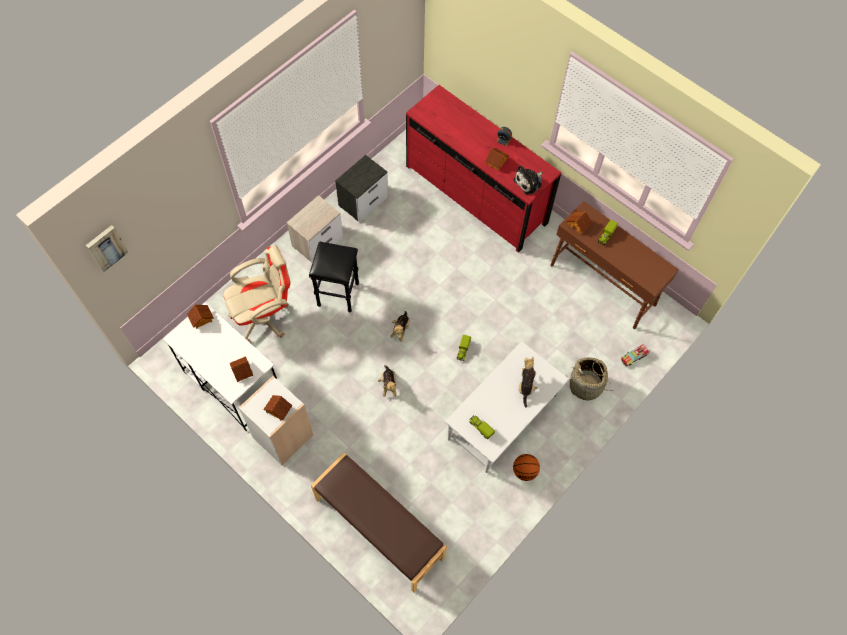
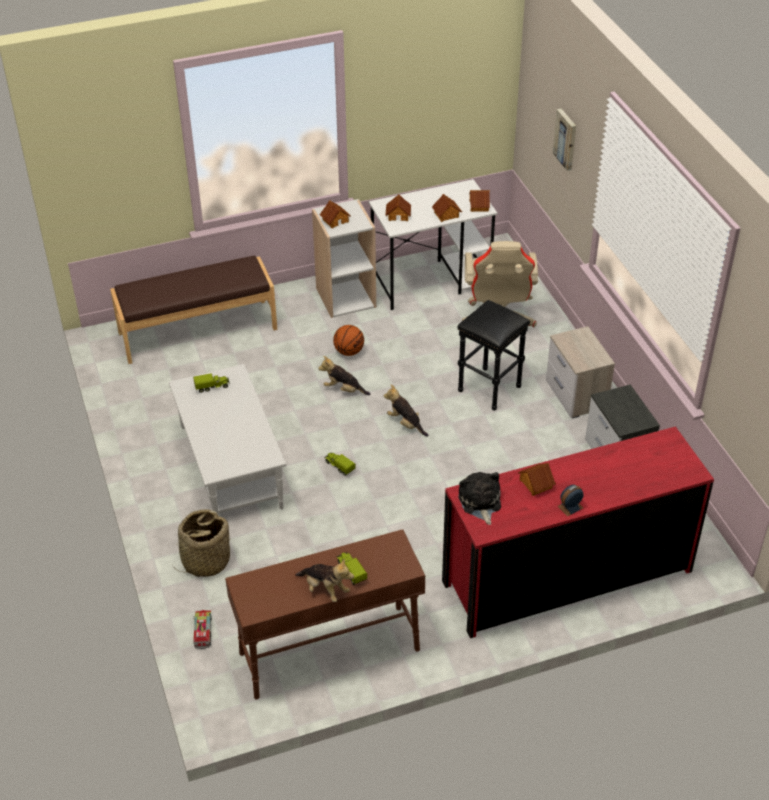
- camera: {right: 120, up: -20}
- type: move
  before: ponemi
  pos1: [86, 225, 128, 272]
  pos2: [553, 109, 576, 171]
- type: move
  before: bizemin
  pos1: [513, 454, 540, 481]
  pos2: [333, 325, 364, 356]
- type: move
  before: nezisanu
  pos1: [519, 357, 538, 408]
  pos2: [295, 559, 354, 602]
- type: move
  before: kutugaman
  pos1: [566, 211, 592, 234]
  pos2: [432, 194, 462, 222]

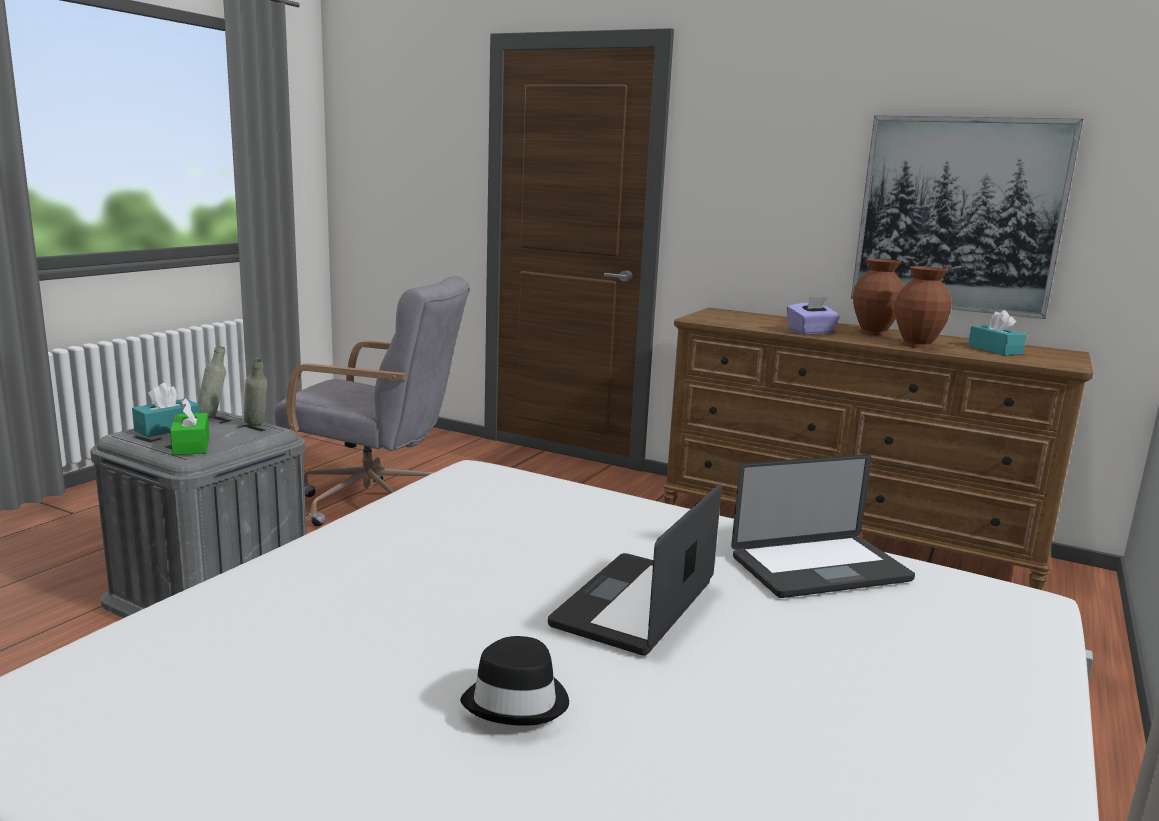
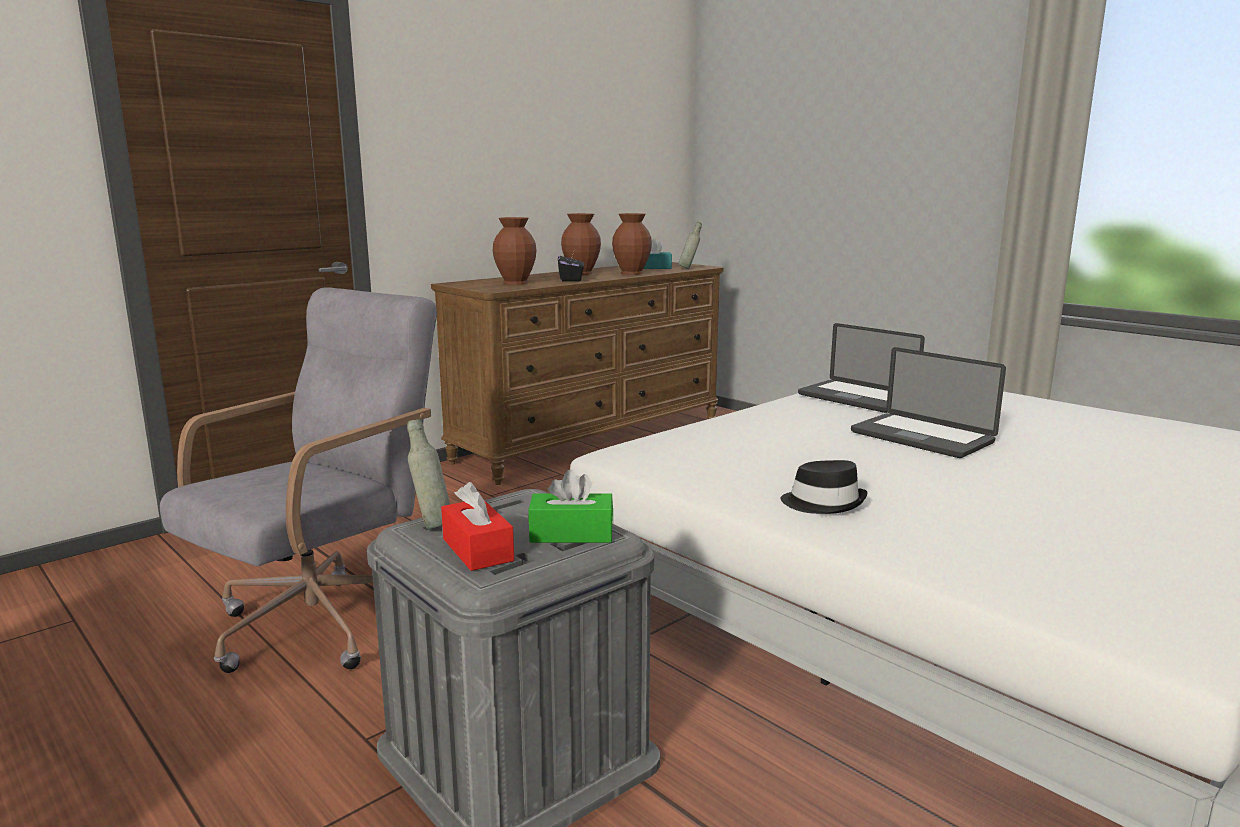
- camera: {right: -70, up: 0}
- type: recolor
  before: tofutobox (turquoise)
  after: tofutobox (red)
  pos1: [132, 383, 200, 437]
  pos2: [441, 482, 514, 571]
- type: move
  before: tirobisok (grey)
  pos1: [244, 358, 267, 426]
  pos2: [678, 222, 702, 269]
- type: move
  before: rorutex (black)
  pos1: [460, 636, 569, 726]
  pos2: [781, 460, 868, 514]
- type: rotate
  before: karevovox
  pos1: [731, 454, 915, 598]
  pos2: [798, 323, 925, 413]
  turn: 135
- type: recolor
  before: tofutobox (purple)
  after: tofutobox (black)
  pos1: [787, 297, 840, 335]
  pos2: [558, 249, 584, 282]
- type: delete
  before: ponemi
  pos1: [851, 115, 1083, 319]
- type: insert
  after: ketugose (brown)
  pos2: [493, 217, 537, 285]

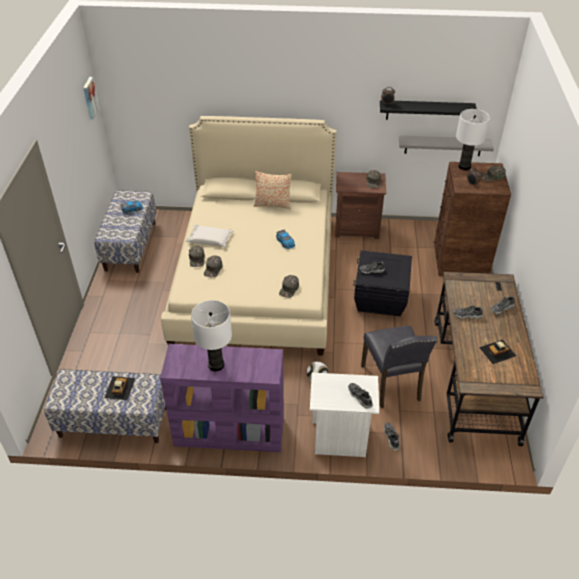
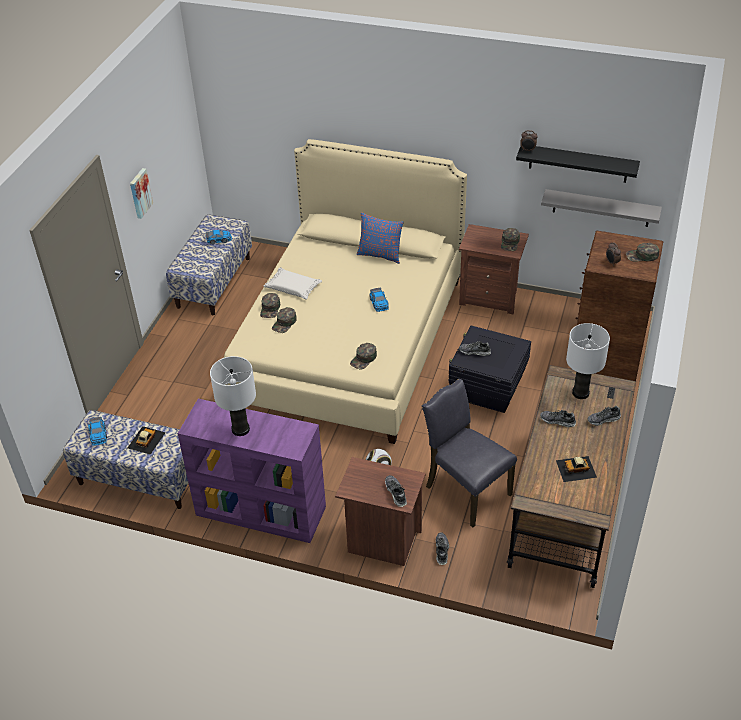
- camera: {right: 15, up: 0}
- type: move
  before: ponemi
  pos1: [83, 77, 99, 119]
  pos2: [130, 168, 153, 219]
- type: recolor
  before: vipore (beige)
  after: vipore (blue)
  pos1: [254, 171, 292, 209]
  pos2: [357, 212, 404, 264]
- type: recolor
  before: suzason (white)
  after: suzason (brown)
  pos1: [310, 373, 379, 457]
  pos2: [335, 457, 426, 566]
- type: rotate
  before: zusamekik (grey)
  pos1: [361, 326, 437, 408]
  pos2: [422, 379, 517, 527]
  turn: 135
- type: move
  before: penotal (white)
  pos1: [456, 109, 490, 170]
  pos2: [566, 323, 610, 399]
- type: insert
  after: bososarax
  pos2: [88, 417, 107, 446]

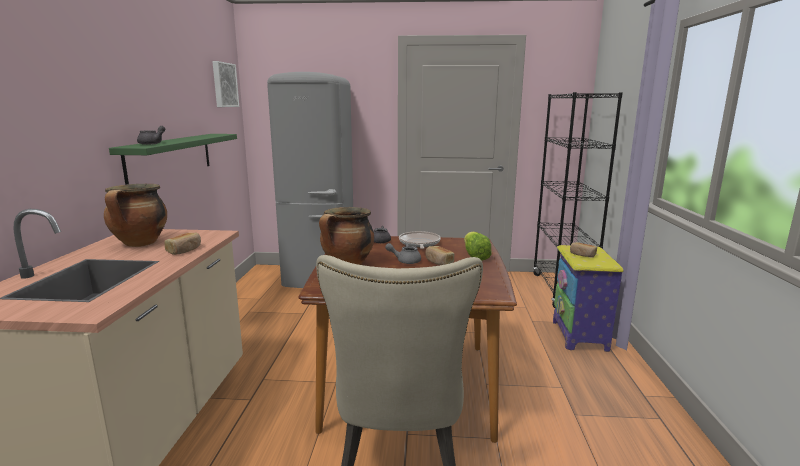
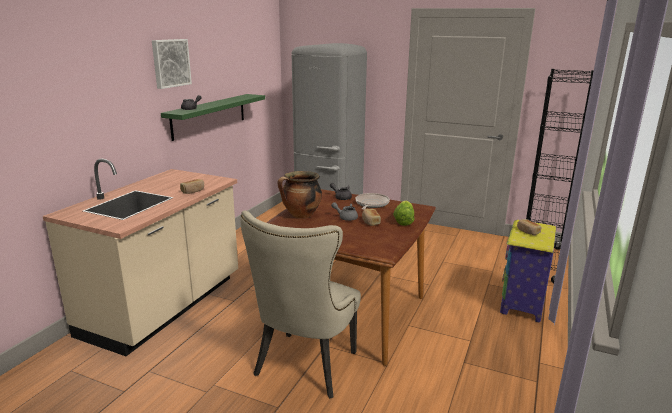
- camera: {right: 20, up: 5}
- type: delete
  before: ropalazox
  pos1: [104, 184, 167, 247]
- type: move
  before: ponemi
  pos1: [212, 61, 239, 107]
  pos2: [152, 39, 192, 89]

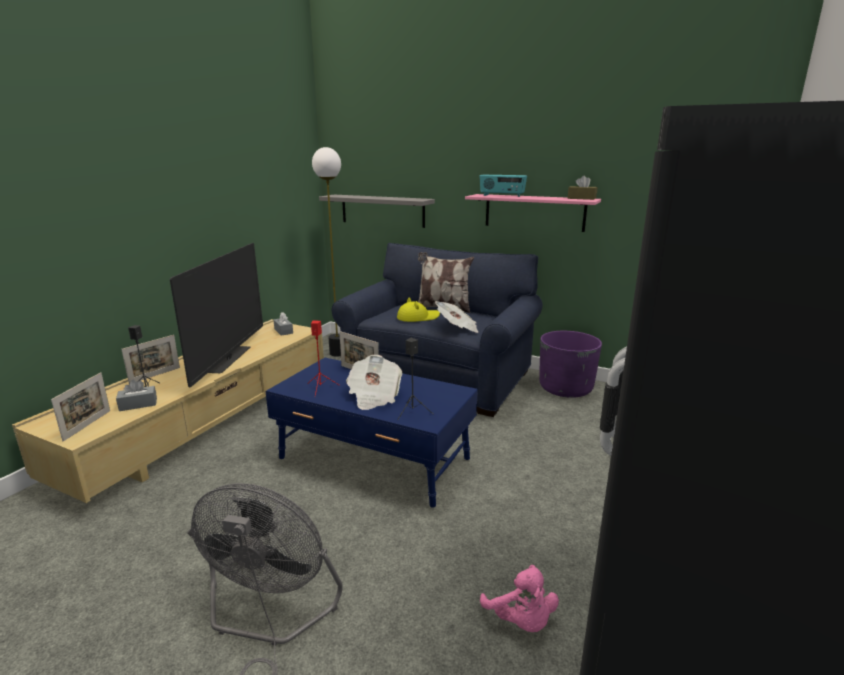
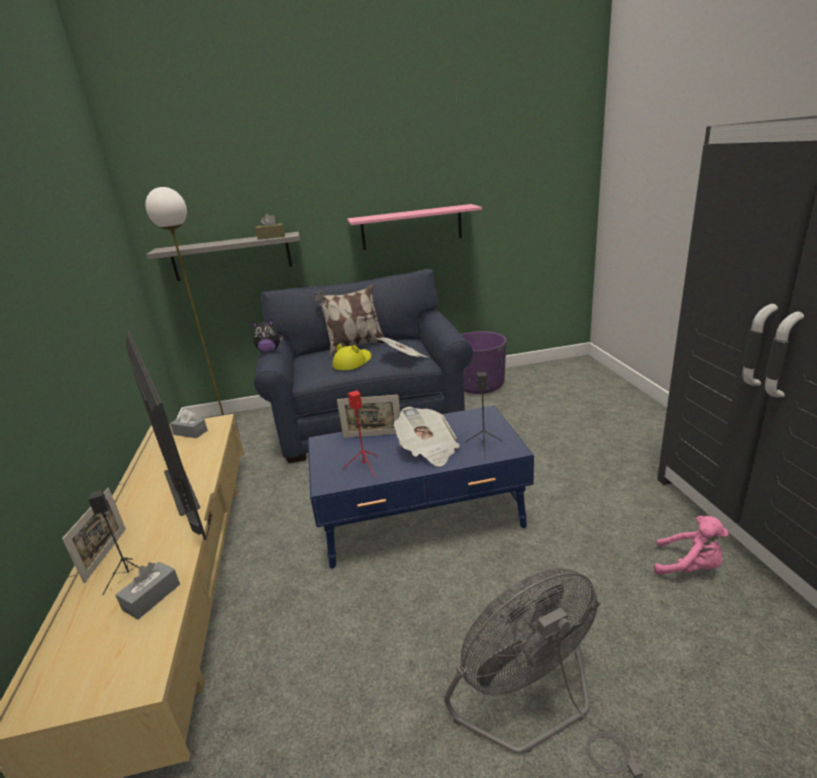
- camera: {right: -35, up: 5}
- type: delete
  before: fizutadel
  pos1: [51, 372, 110, 442]
- type: delete
  before: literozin
  pos1: [480, 175, 527, 197]
- type: move
  before: tofutobox (brown)
  pos1: [568, 176, 597, 200]
  pos2: [255, 214, 285, 240]
- type: insert
  after: nezisanu
  pos2: [252, 320, 283, 353]

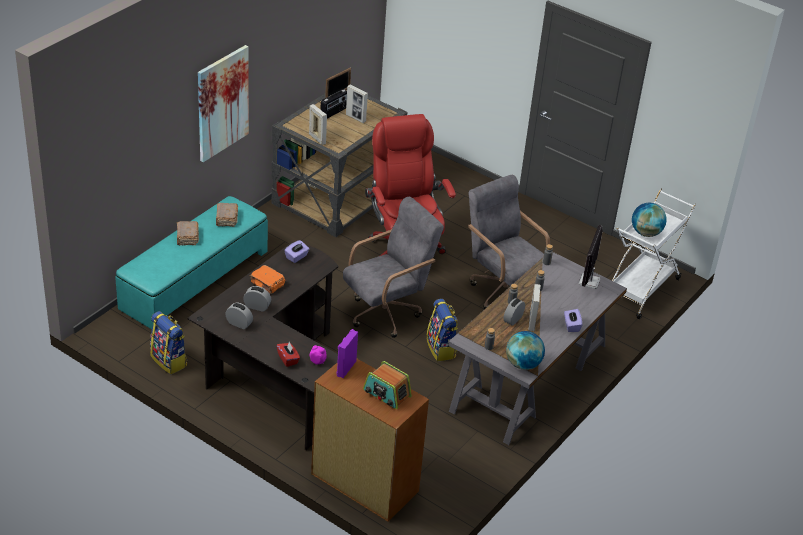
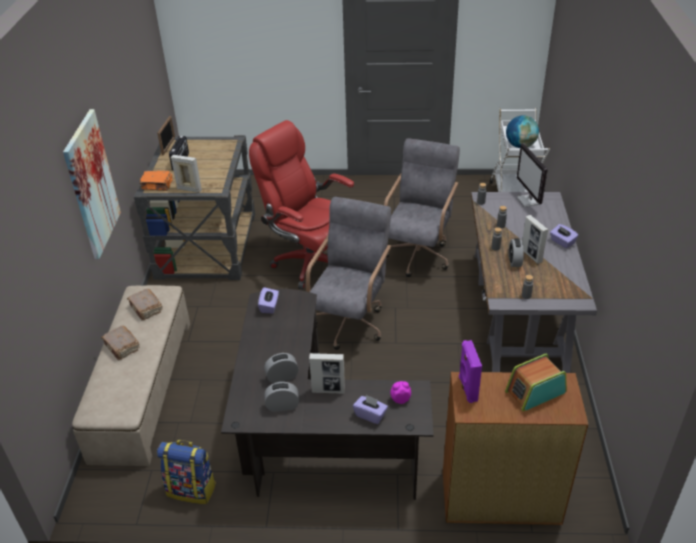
- camera: {right: -30, up: 0}
- type: recolor
  before: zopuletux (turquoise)
  after: zopuletux (beige)
  pos1: [115, 196, 268, 329]
  pos2: [72, 285, 190, 466]
- type: move
  before: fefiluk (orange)
  pos1: [250, 265, 285, 294]
  pos2: [139, 170, 172, 191]
- type: recolor
  before: tofutobox (red)
  after: tofutobox (purple)
  pos1: [277, 342, 300, 367]
  pos2: [353, 395, 388, 424]
- type: move
  before: fizutadel
  pos1: [346, 84, 368, 123]
  pos2: [309, 353, 345, 394]
- type: rotate
  before: literozin
  pos1: [363, 361, 412, 409]
  pos2: [505, 354, 567, 411]
  turn: 150
- type: delete
  before: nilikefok
  pos1: [427, 299, 458, 361]
- type: rotate
  before: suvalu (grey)
  pos1: [468, 175, 550, 309]
  pos2: [384, 138, 460, 277]
  turn: 90
- type: delete
  before: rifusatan
  pos1: [506, 331, 545, 370]

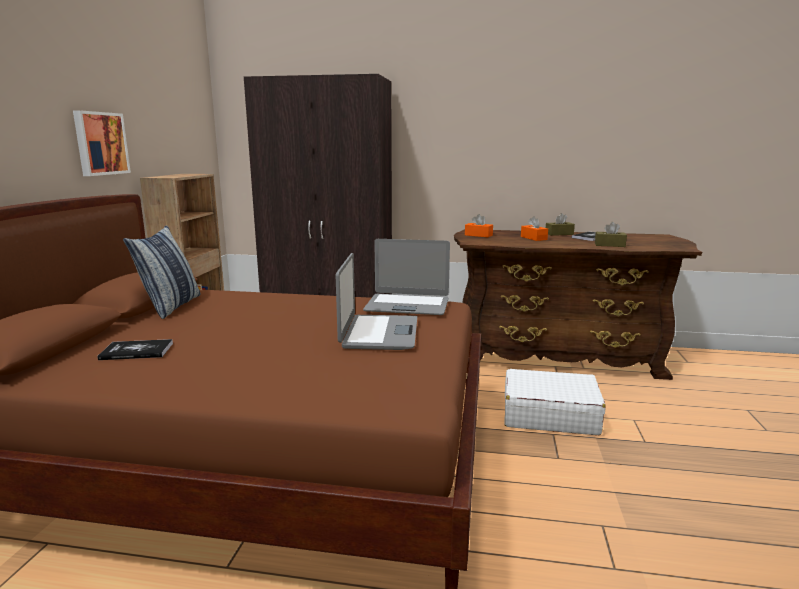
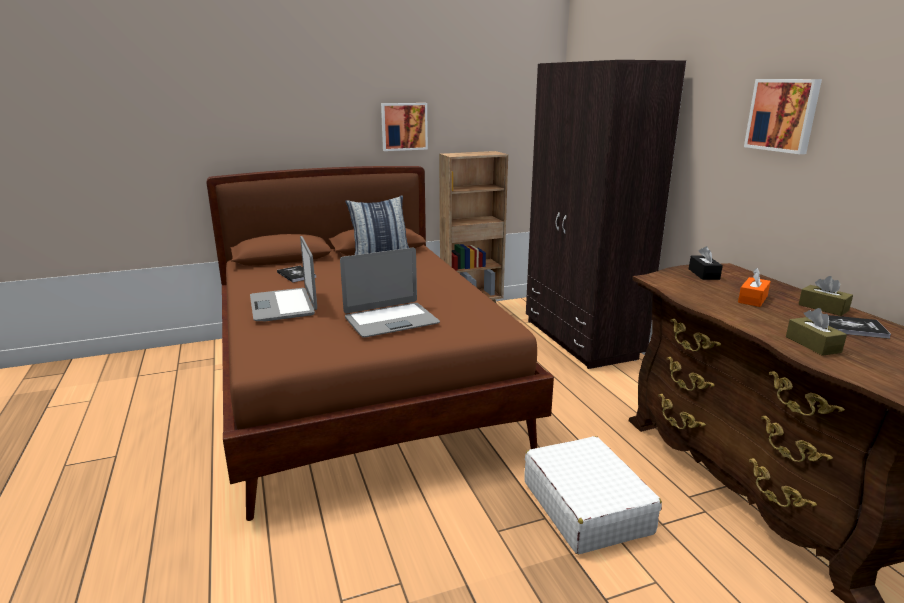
- camera: {right: 60, up: 5}
- type: move
  before: karevovox
  pos1: [363, 239, 450, 315]
  pos2: [250, 236, 317, 321]
- type: recolor
  before: tofutobox (orange)
  after: tofutobox (black)
  pos1: [465, 214, 493, 237]
  pos2: [689, 246, 723, 280]
- type: insert
  after: ponemi
  pos2: [744, 79, 822, 154]

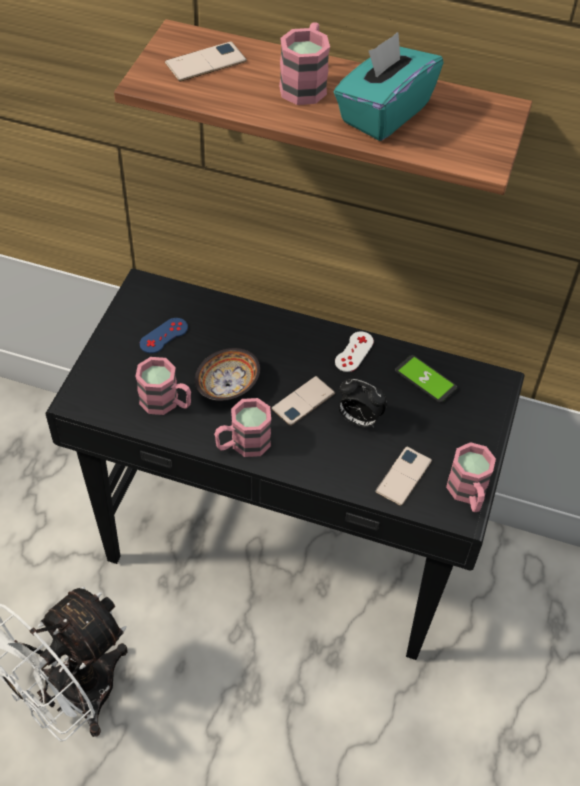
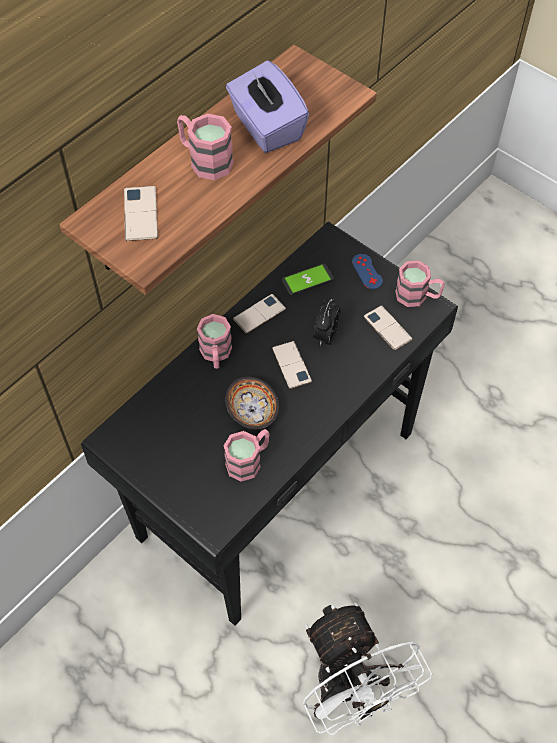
- camera: {right: -65, up: 5}
- type: move
  before: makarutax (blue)
  pos1: [140, 318, 188, 354]
  pos2: [352, 254, 383, 289]
- type: move
  before: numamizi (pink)
  pos1: [214, 398, 271, 457]
  pos2: [197, 314, 232, 369]
- type: recolor
  before: tofutobox (turquoise)
  after: tofutobox (purple)
  pos1: [334, 32, 443, 141]
  pos2: [226, 60, 309, 153]
- type: replace
  before: makarutax (white)
  after: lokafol
  pos1: [335, 331, 374, 372]
  pos2: [233, 294, 286, 334]
- type: rotate
  before: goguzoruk
  pos1: [338, 378, 387, 427]
  pos2: [313, 299, 341, 346]
  turn: 150

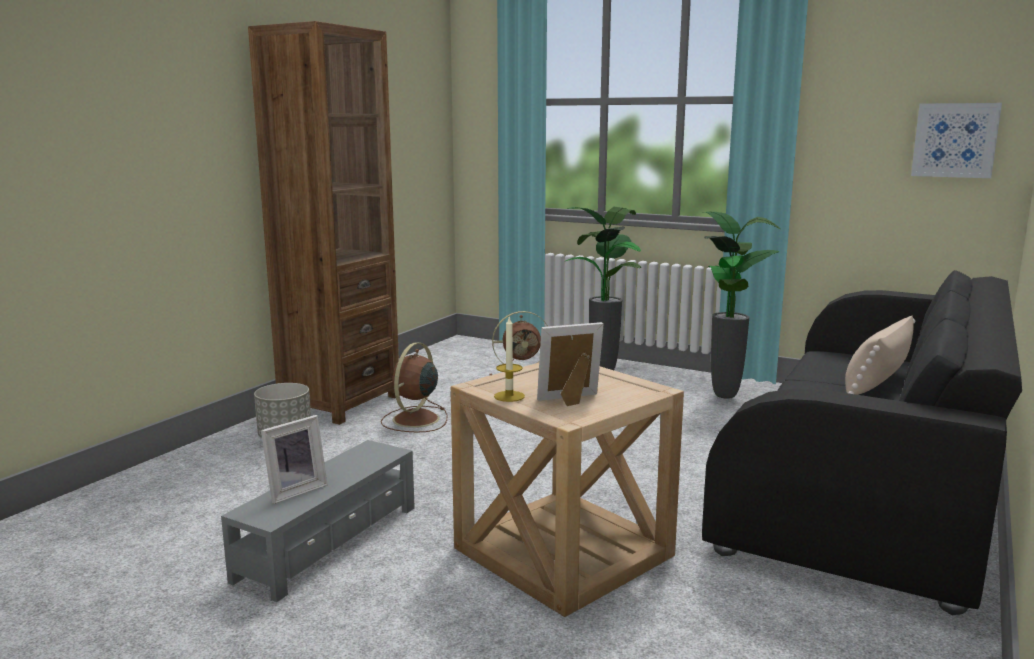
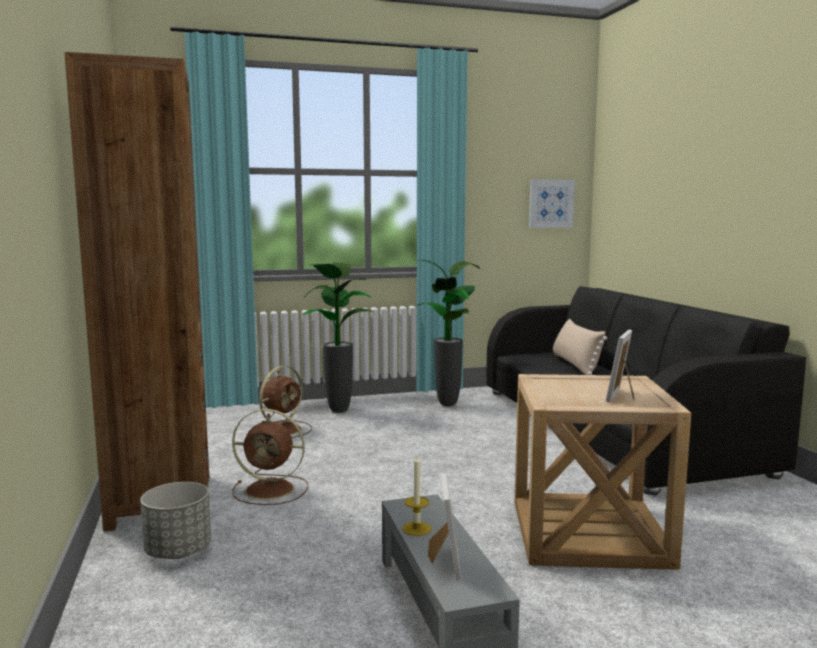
- camera: {right: -45, up: -5}
- type: rotate
  before: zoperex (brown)
  pos1: [381, 342, 447, 432]
  pos2: [232, 409, 308, 505]
  turn: -60
- type: move
  before: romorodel
  pos1: [494, 317, 525, 402]
  pos2: [402, 455, 431, 536]

